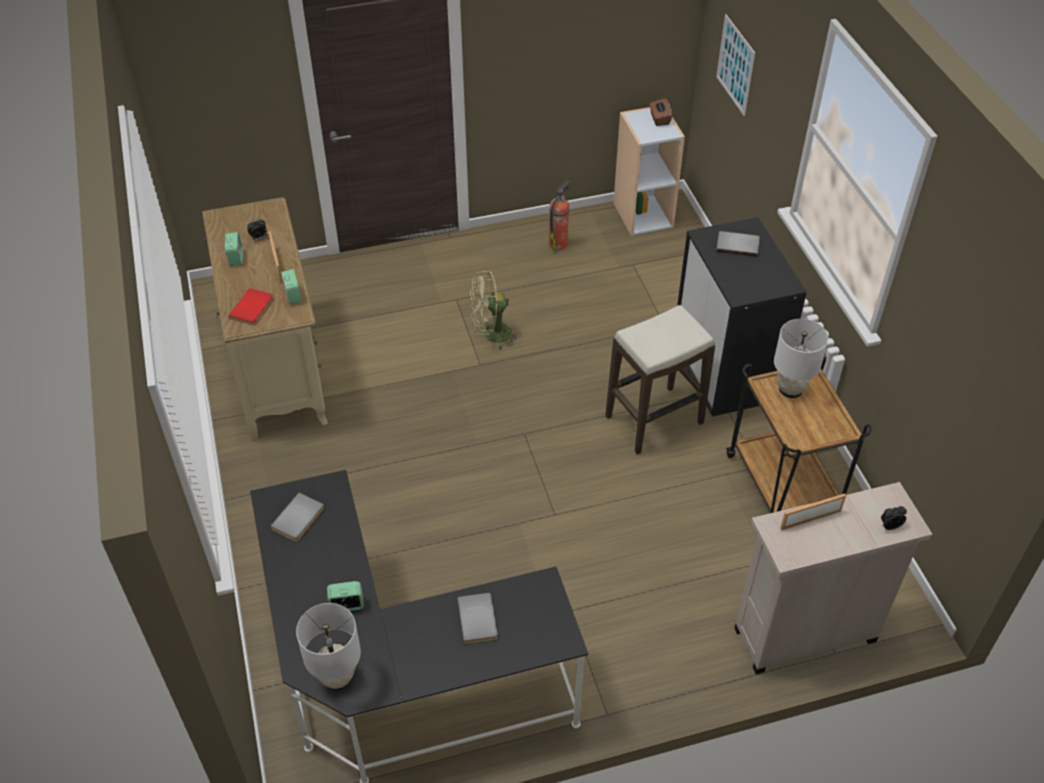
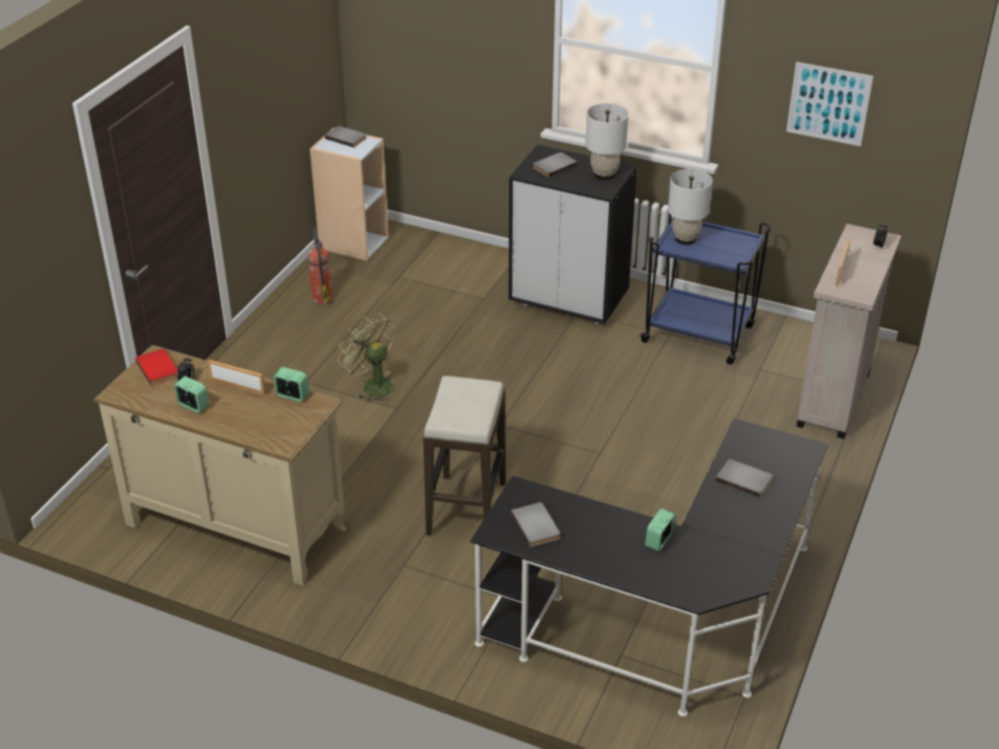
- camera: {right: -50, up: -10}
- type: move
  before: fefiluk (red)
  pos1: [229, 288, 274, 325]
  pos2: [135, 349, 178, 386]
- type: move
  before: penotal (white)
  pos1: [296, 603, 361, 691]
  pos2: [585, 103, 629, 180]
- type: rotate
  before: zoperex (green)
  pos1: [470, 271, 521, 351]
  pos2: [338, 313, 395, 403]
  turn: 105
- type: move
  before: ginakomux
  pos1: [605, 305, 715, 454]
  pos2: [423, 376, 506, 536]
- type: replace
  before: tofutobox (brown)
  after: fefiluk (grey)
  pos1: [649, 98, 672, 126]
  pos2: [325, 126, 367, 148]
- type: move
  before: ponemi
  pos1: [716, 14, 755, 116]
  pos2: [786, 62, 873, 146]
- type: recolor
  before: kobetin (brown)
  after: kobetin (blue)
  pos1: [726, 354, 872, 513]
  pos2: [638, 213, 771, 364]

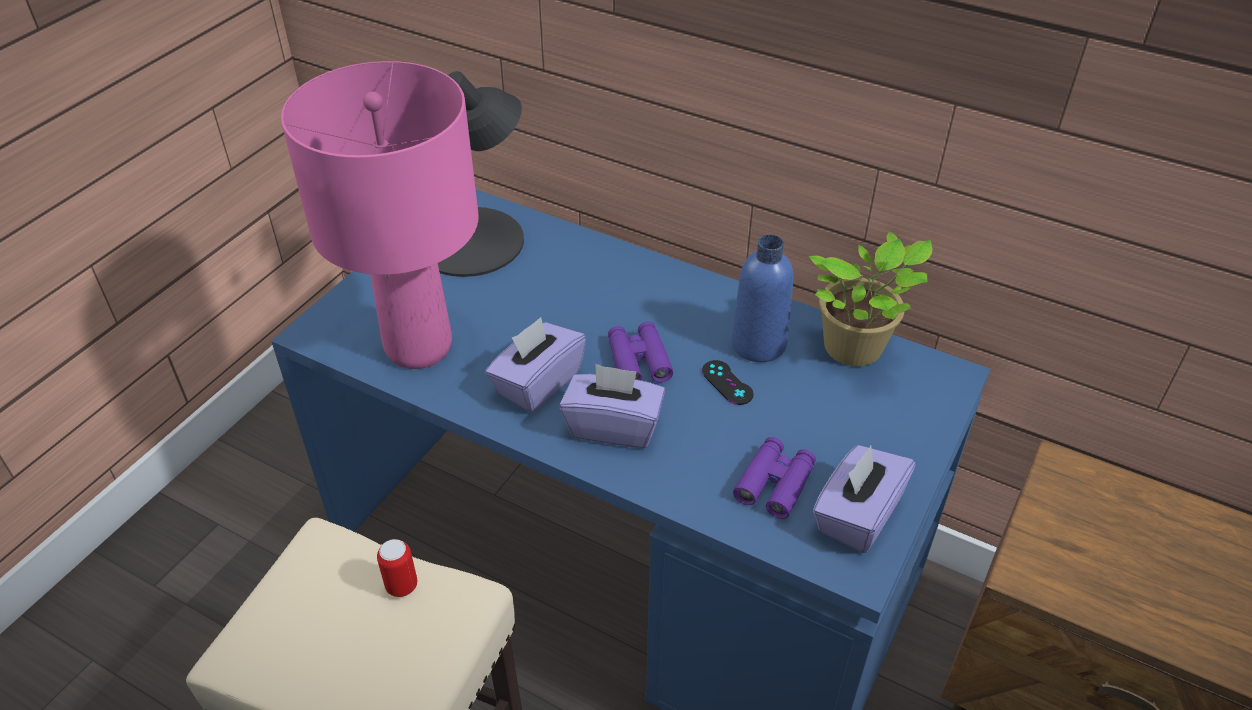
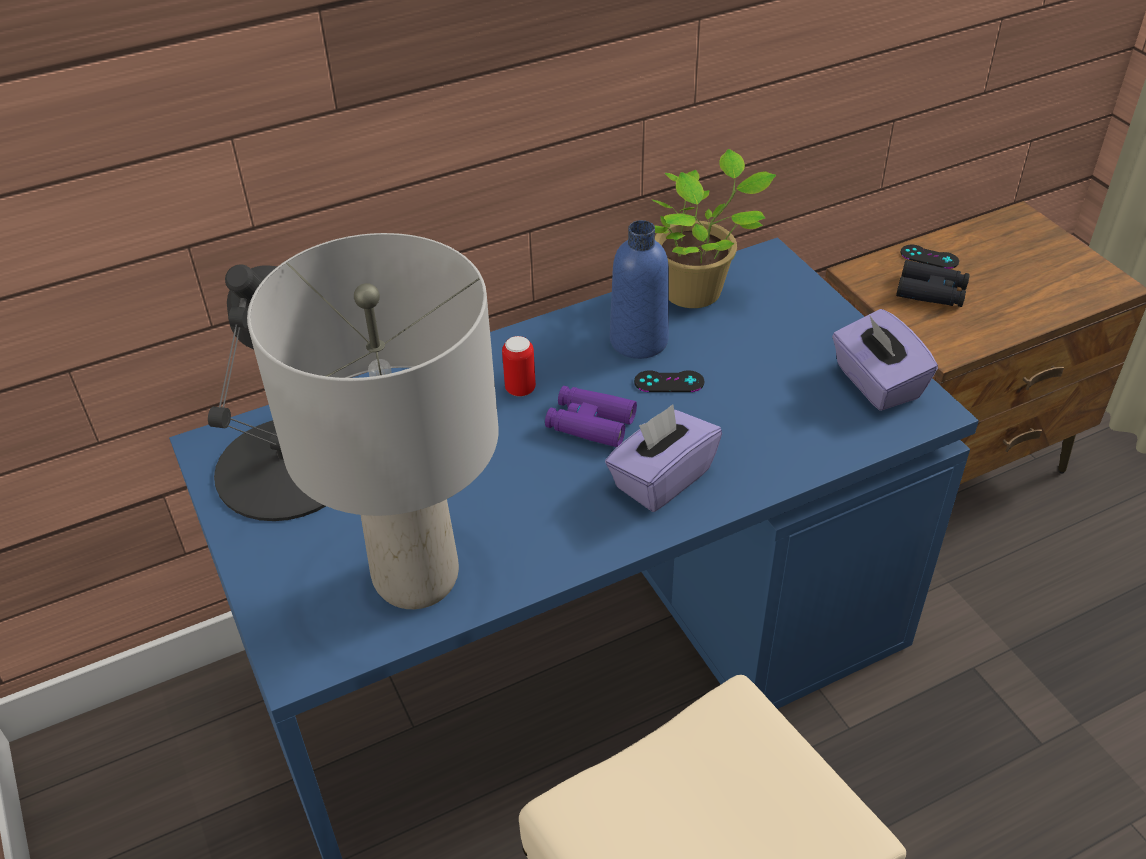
- camera: {right: -55, up: 0}
- type: recolor
  before: penotal (pink)
  after: penotal (grey)
  pos1: [281, 61, 479, 369]
  pos2: [247, 233, 498, 609]
- type: move
  before: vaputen
  pos1: [377, 539, 417, 597]
  pos2: [502, 336, 536, 397]
- type: delete
  before: tofutobox (purple)
  pos1: [485, 317, 586, 413]
- type: delete
  before: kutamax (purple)
  pos1: [733, 437, 816, 519]
- type: insert
  after: kutamax (black)
  pos2: [896, 260, 970, 307]
- type: insert
  after: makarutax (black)
  pos2: [901, 245, 959, 269]

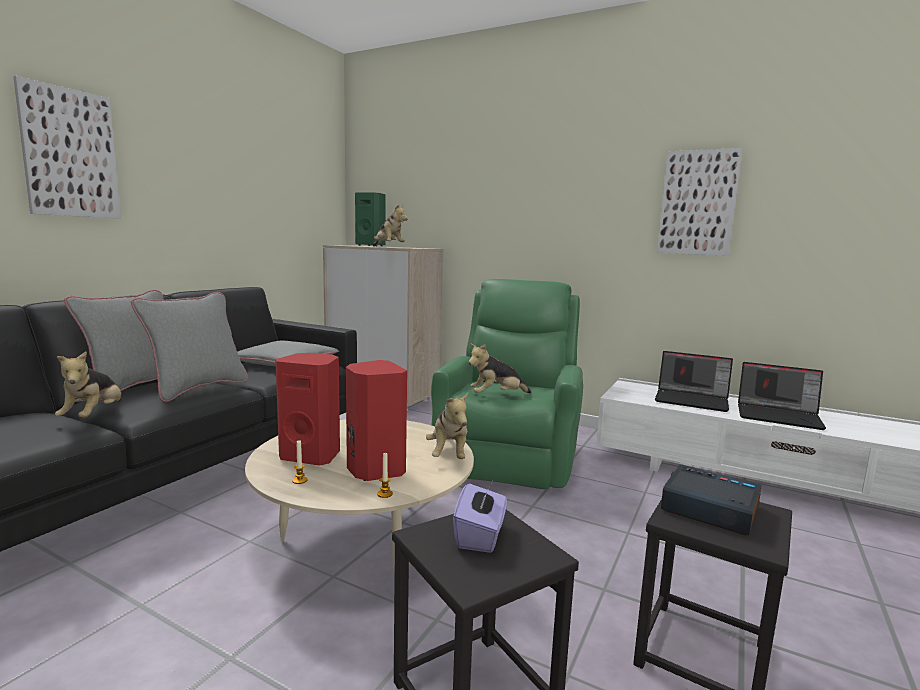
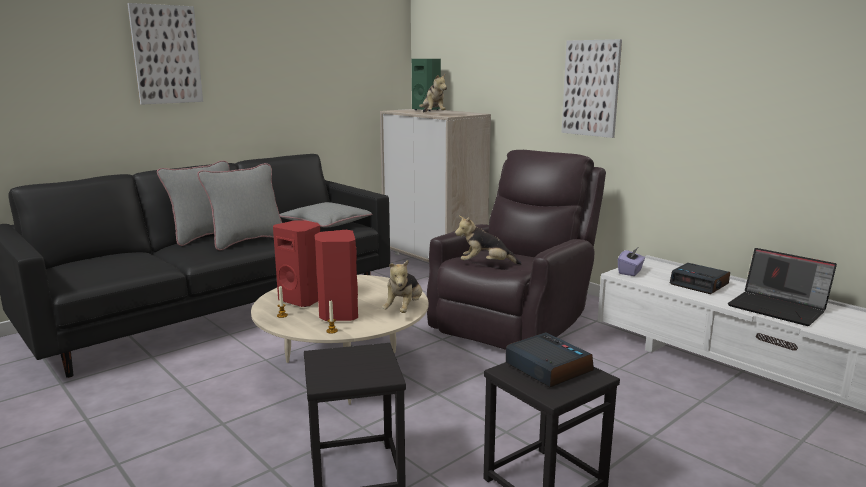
- camera: {right: 20, up: 5}
- type: delete
  before: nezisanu
  pos1: [55, 351, 121, 418]
- type: recolor
  before: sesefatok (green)
  after: sesefatok (brown)
  pos1: [431, 279, 583, 489]
  pos2: [427, 150, 606, 350]
- type: move
  before: tofutobox (purple)
  pos1: [453, 481, 507, 553]
  pos2: [618, 248, 645, 276]
- type: replace
  before: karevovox
  after: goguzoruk
  pos1: [655, 351, 733, 412]
  pos2: [670, 263, 730, 294]
- type: move
  before: ponemi
  pos1: [657, 148, 743, 256]
  pos2: [562, 39, 622, 138]

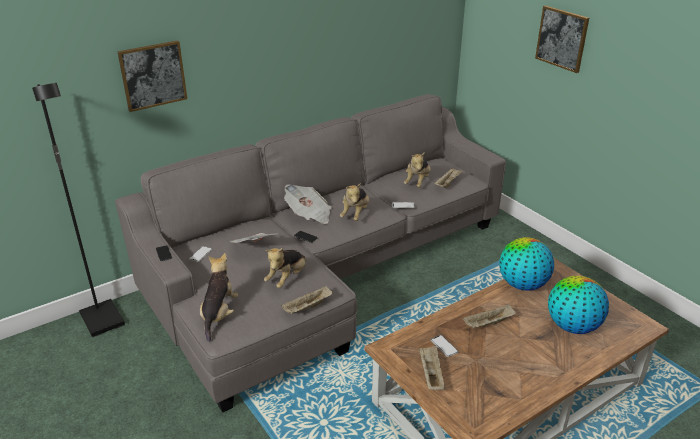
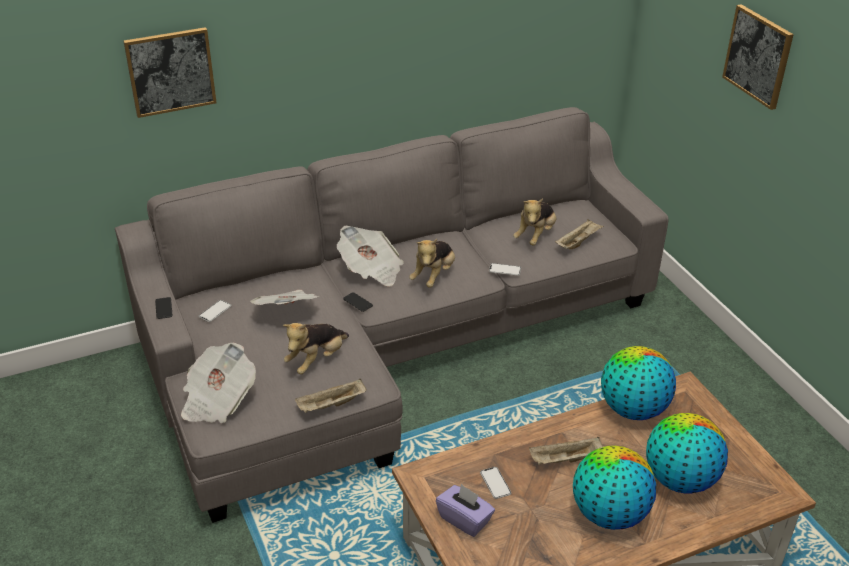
- camera: {right: 10, up: 5}
- type: delete
  before: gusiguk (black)
  pos1: [32, 83, 125, 337]
- type: replace
  before: nezisanu
  after: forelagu
  pos1: [200, 253, 238, 342]
  pos2: [181, 343, 256, 423]
- type: replace
  before: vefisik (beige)
  after: tofutobox (purple)
  pos1: [419, 346, 445, 390]
  pos2: [436, 484, 495, 537]
- type: insert
  after: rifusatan
  pos2: [573, 446, 656, 530]

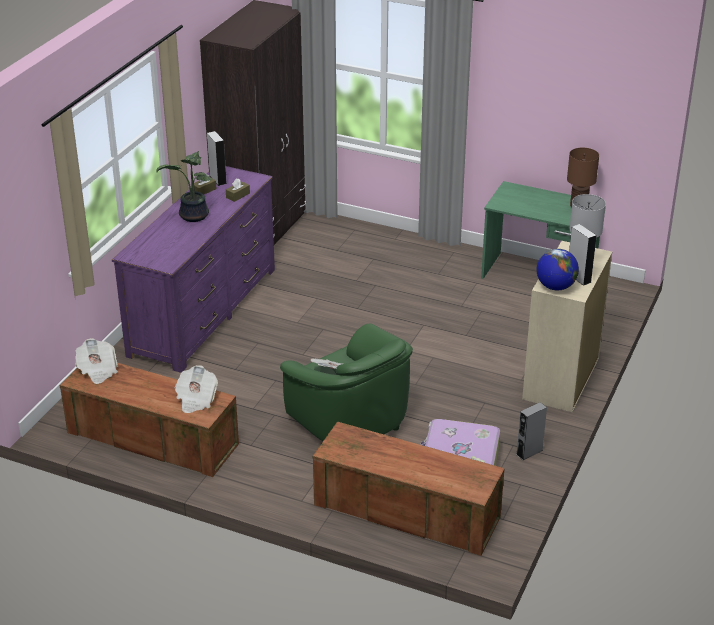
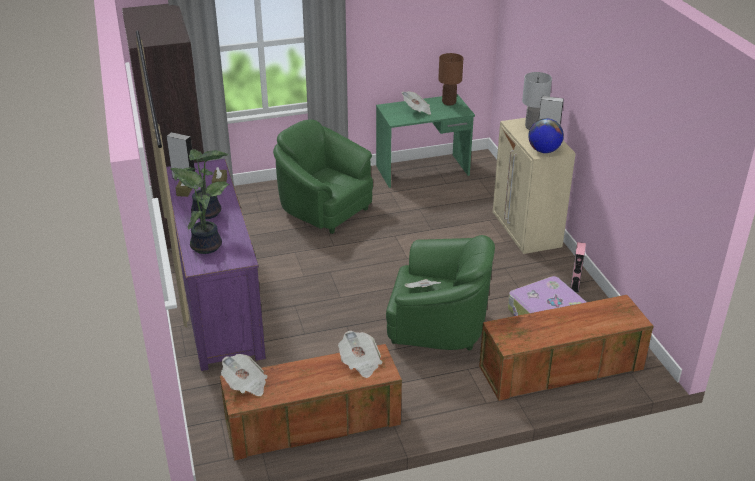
- camera: {right: -40, up: 0}
- type: recolor
  before: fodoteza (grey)
  after: fodoteza (pink)
  pos1: [516, 402, 547, 460]
  pos2: [570, 242, 586, 293]
- type: insert
  after: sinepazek
  pos2: [170, 168, 230, 254]
- type: insert
  after: sesefatok (green)
  pos2: [273, 119, 373, 234]
- type: insert
  after: forelagu
  pos2: [402, 91, 431, 115]

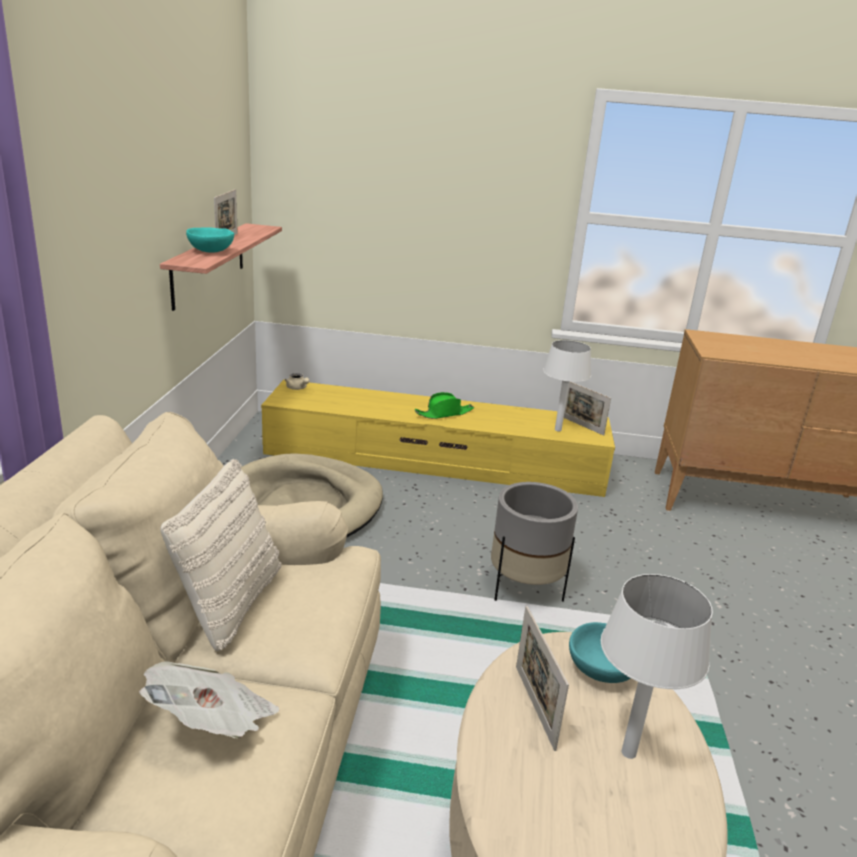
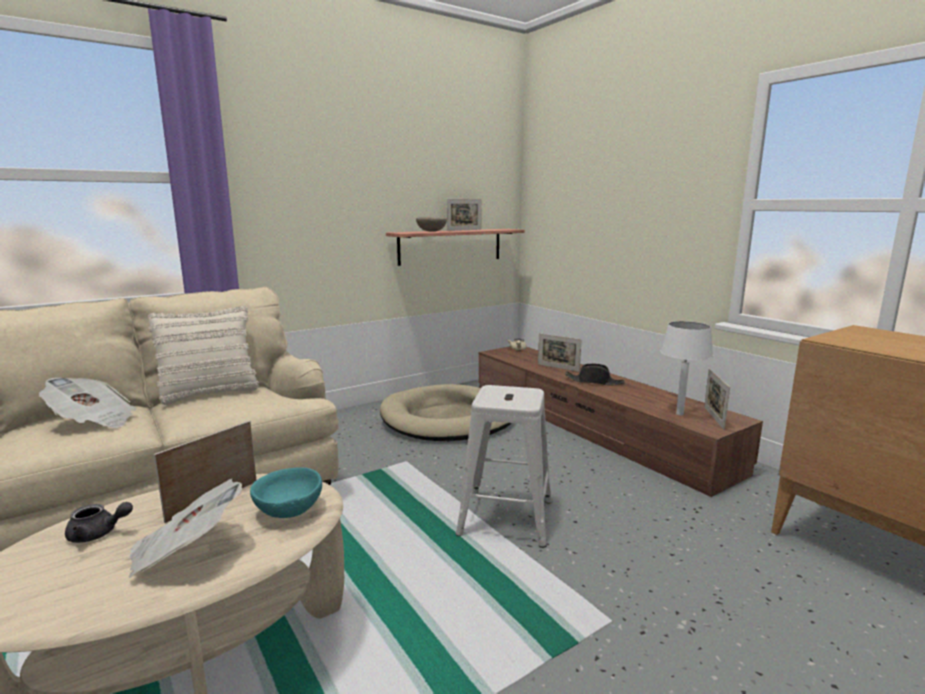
- camera: {right: 50, up: -10}
- type: recolor
  before: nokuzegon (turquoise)
  after: nokuzegon (beige)
  pos1: [186, 228, 234, 253]
  pos2: [416, 217, 447, 232]
- type: recolor
  before: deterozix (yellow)
  after: deterozix (brown)
  pos1: [261, 380, 615, 497]
  pos2: [479, 346, 763, 497]
- type: recolor
  before: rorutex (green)
  after: rorutex (black)
  pos1: [415, 392, 474, 419]
  pos2: [565, 363, 625, 386]
- type: replace
  before: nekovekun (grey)
  after: ginakomux (white)
  pos1: [491, 482, 578, 602]
  pos2: [456, 385, 552, 548]
- type: replace
  before: penotal (white)
  after: forelagu
  pos1: [601, 574, 713, 759]
  pos2: [128, 479, 242, 578]
- type: insert
  after: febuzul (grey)
  pos2: [65, 502, 133, 543]
- type: insert
  after: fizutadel
  pos2: [538, 333, 582, 372]

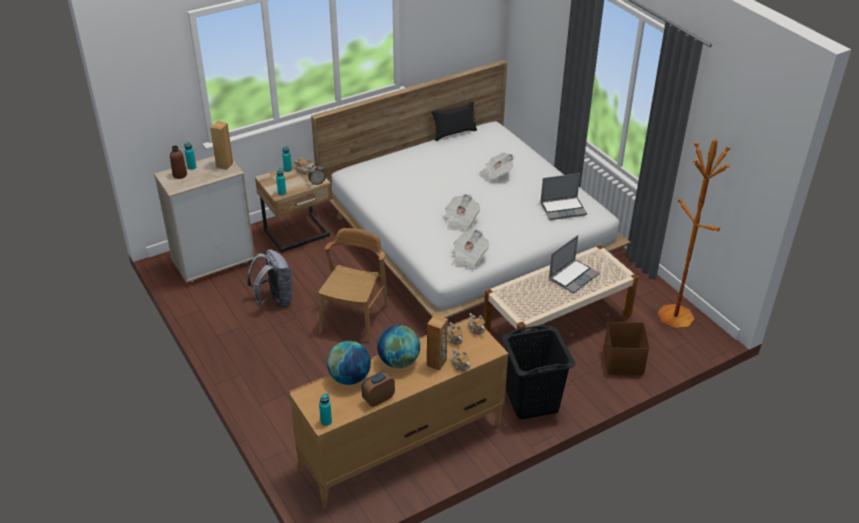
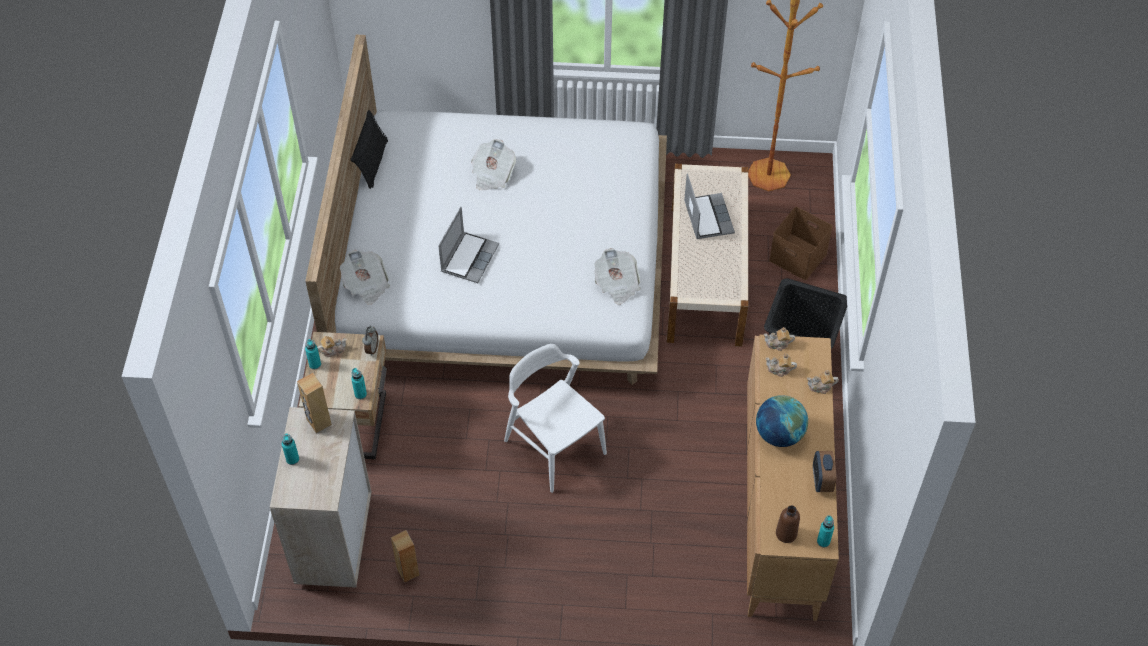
- camera: {right: -55, up: 15}
- type: move
  before: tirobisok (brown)
  pos1: [170, 145, 187, 179]
  pos2: [776, 505, 800, 543]
- type: delete
  before: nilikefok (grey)
  pos1: [247, 249, 294, 308]
- type: recolor
  before: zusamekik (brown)
  after: zusamekik (white)
  pos1: [318, 228, 388, 343]
  pos2: [504, 344, 607, 493]
- type: delete
  before: rifusatan
  pos1: [327, 341, 371, 385]
- type: move
  before: fodoteza (brown)
  pos1: [427, 315, 448, 371]
  pos2: [391, 530, 419, 583]
- type: move
  before: forelagu
  pos1: [445, 194, 480, 230]
  pos2: [340, 250, 390, 305]
- type: move
  before: karevovox
  pos1: [540, 173, 587, 220]
  pos2: [438, 207, 499, 283]

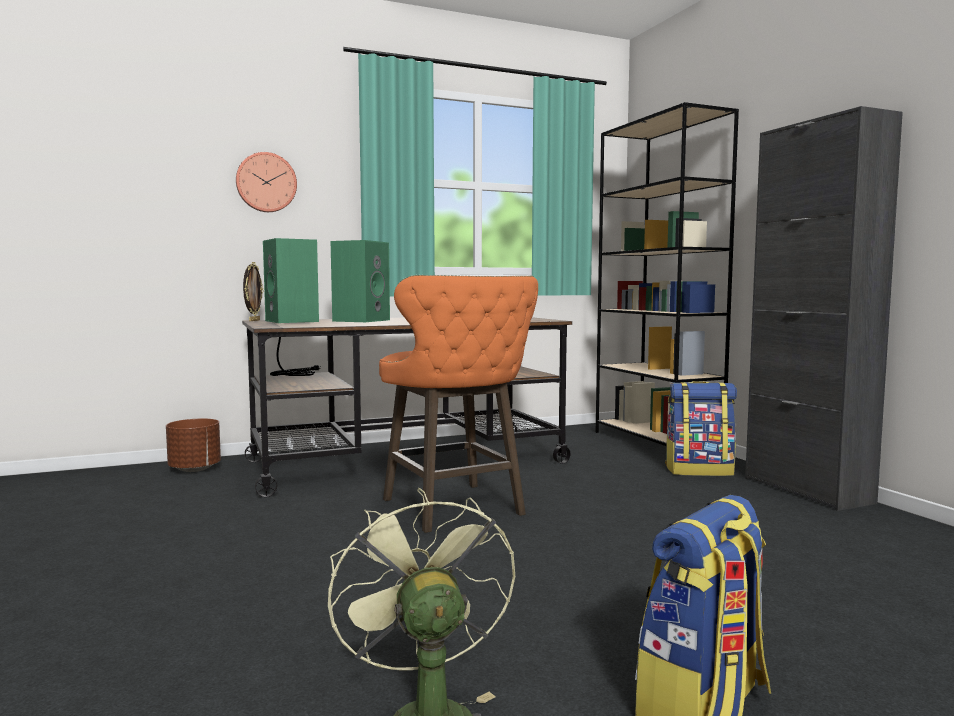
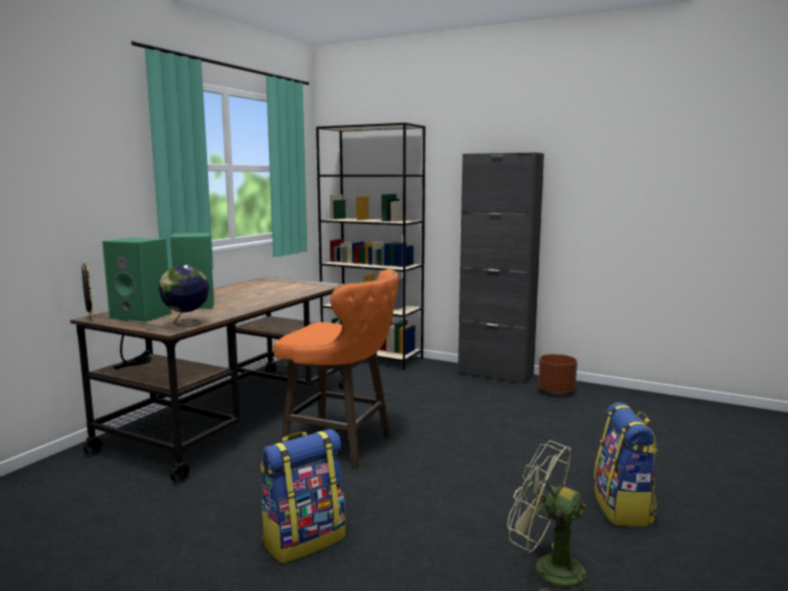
- camera: {right: -40, up: 5}
- type: move
  before: nekovekun (brown)
  pos1: [166, 419, 221, 472]
  pos2: [538, 354, 577, 395]
- type: delete
  before: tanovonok
  pos1: [236, 152, 297, 212]
- type: move
  before: nilikefok
  pos1: [665, 381, 737, 476]
  pos2: [261, 429, 346, 564]
- type: insert
  after: rifusatan
  pos2: [159, 264, 210, 327]

